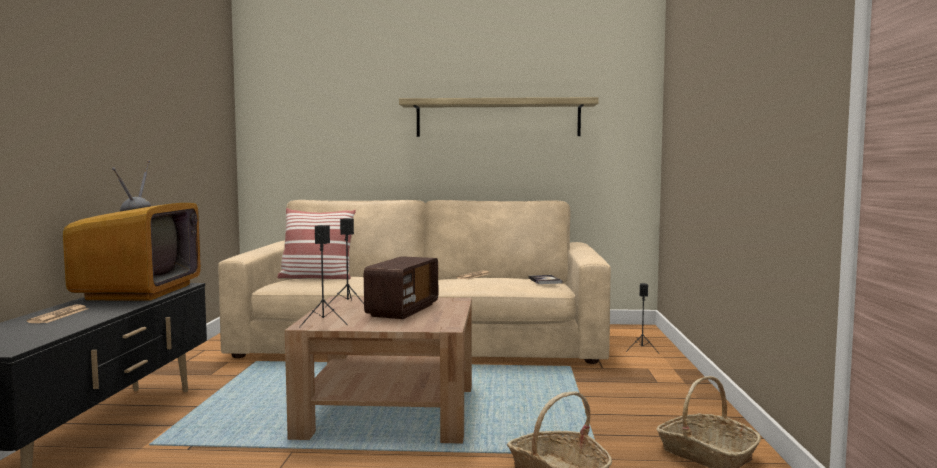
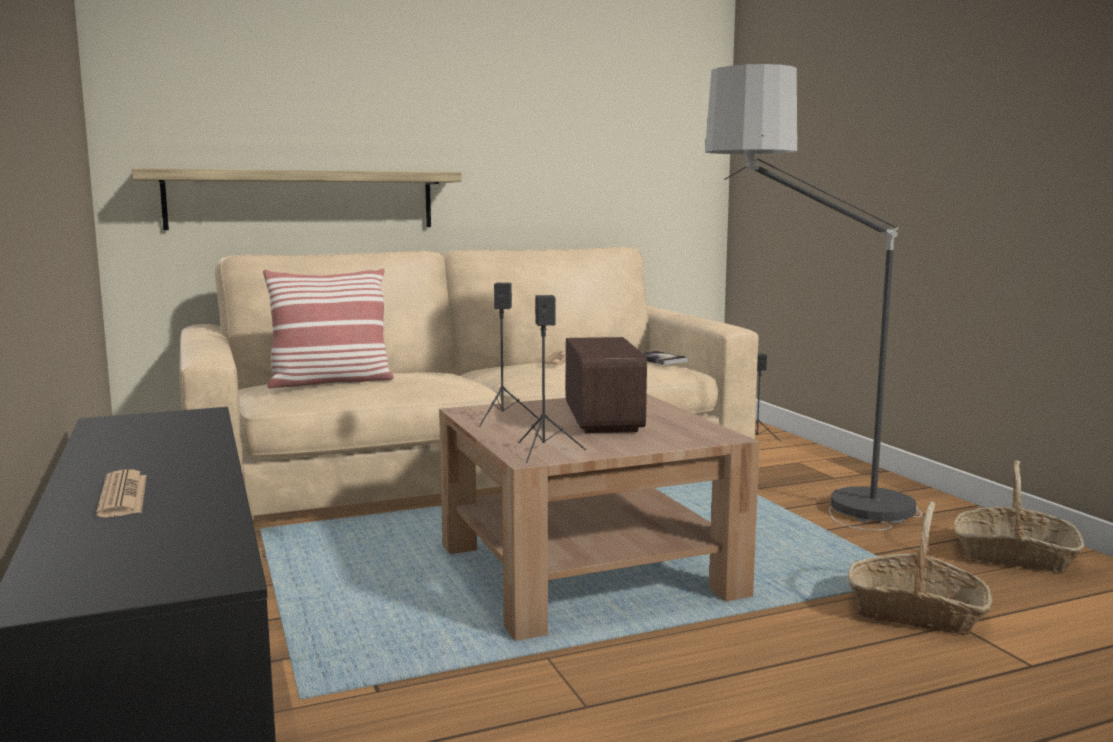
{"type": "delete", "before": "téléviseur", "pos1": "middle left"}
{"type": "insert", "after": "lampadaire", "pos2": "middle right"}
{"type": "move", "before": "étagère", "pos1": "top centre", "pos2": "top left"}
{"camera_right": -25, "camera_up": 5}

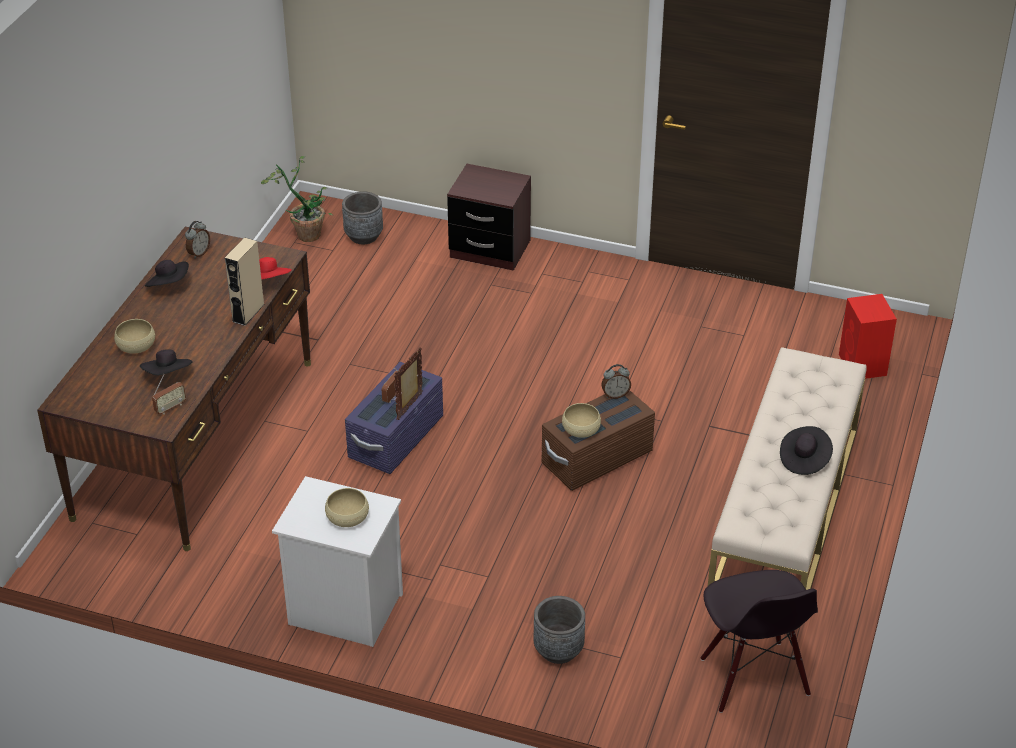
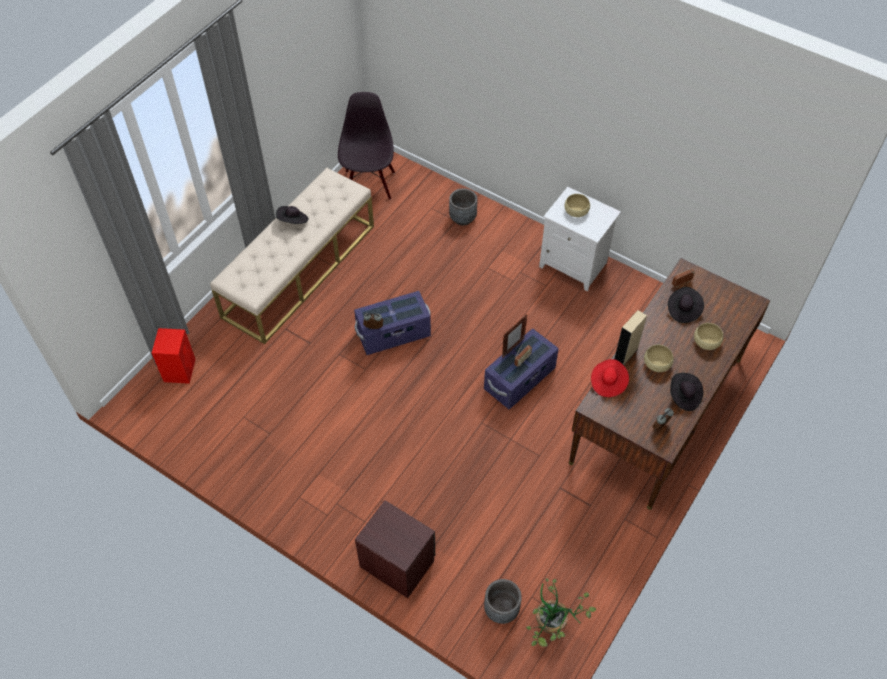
{"type": "move", "before": "bol [beige] (3rd from left in the first image)", "after": "bol [beige] (2nd from left)", "pos1": "centre", "pos2": "middle right"}
{"type": "recolor", "before": "boîte de rangement [marron]", "after": "boîte de rangement [violet] (1st from left)", "pos1": "centre", "pos2": "centre"}
{"camera_right": -165, "camera_up": 15}

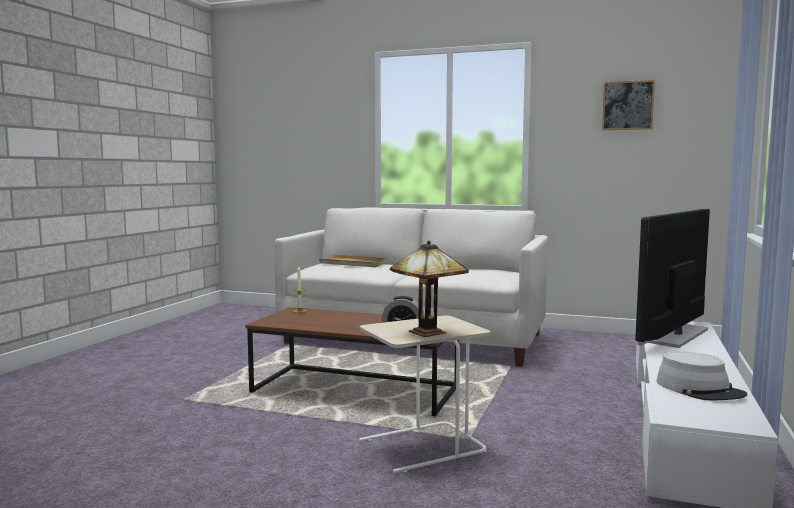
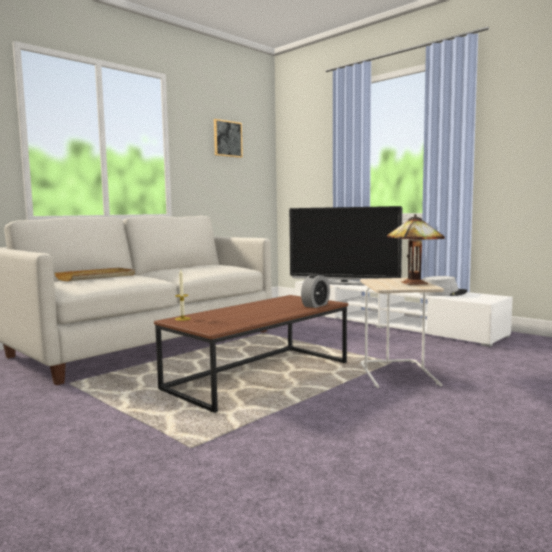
{"type": "rotate", "before": "téléviseur", "pos1": "middle right", "pos2": "centre", "turn": -45}
{"camera_right": -65, "camera_up": 0}

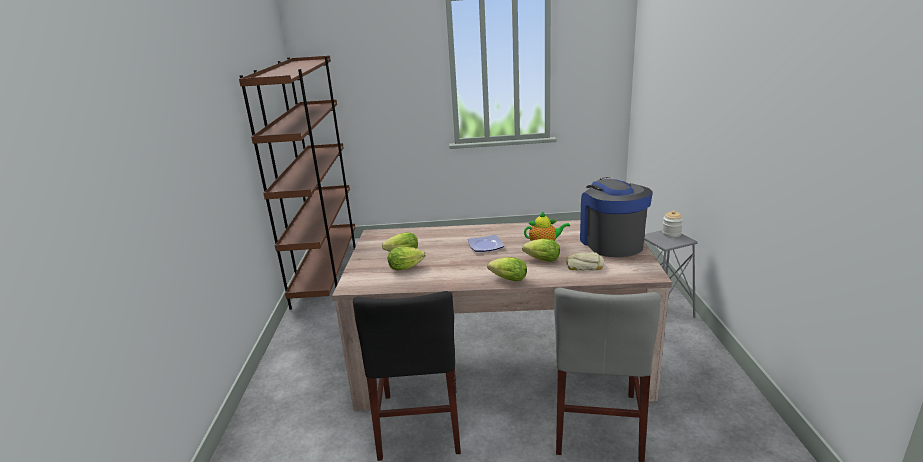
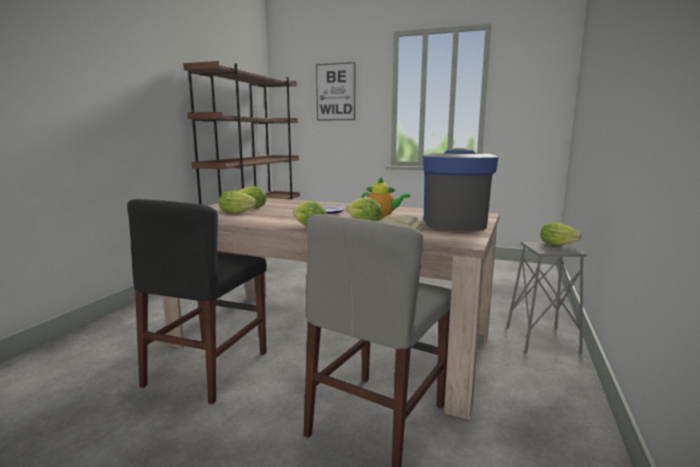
{"type": "insert", "after": "tableau", "pos2": "top centre"}
{"type": "replace", "before": "bocal", "after": "laitue (5th from left)", "pos1": "middle right", "pos2": "middle right"}
{"camera_right": 20, "camera_up": -10}

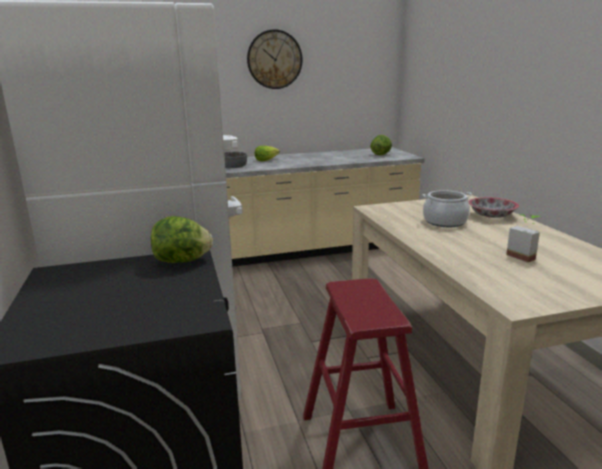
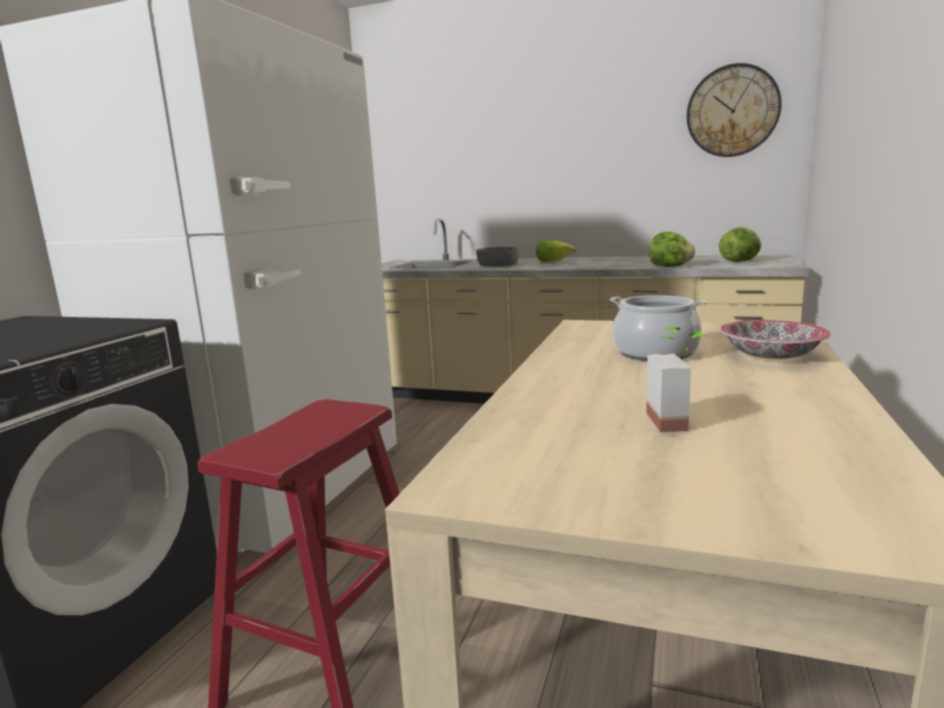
{"type": "move", "before": "laitue (1st from left in the first image)", "after": "laitue (2nd from left)", "pos1": "middle left", "pos2": "middle right"}
{"type": "move", "before": "horloge murale", "pos1": "top centre", "pos2": "top right"}
{"camera_right": 35, "camera_up": -5}

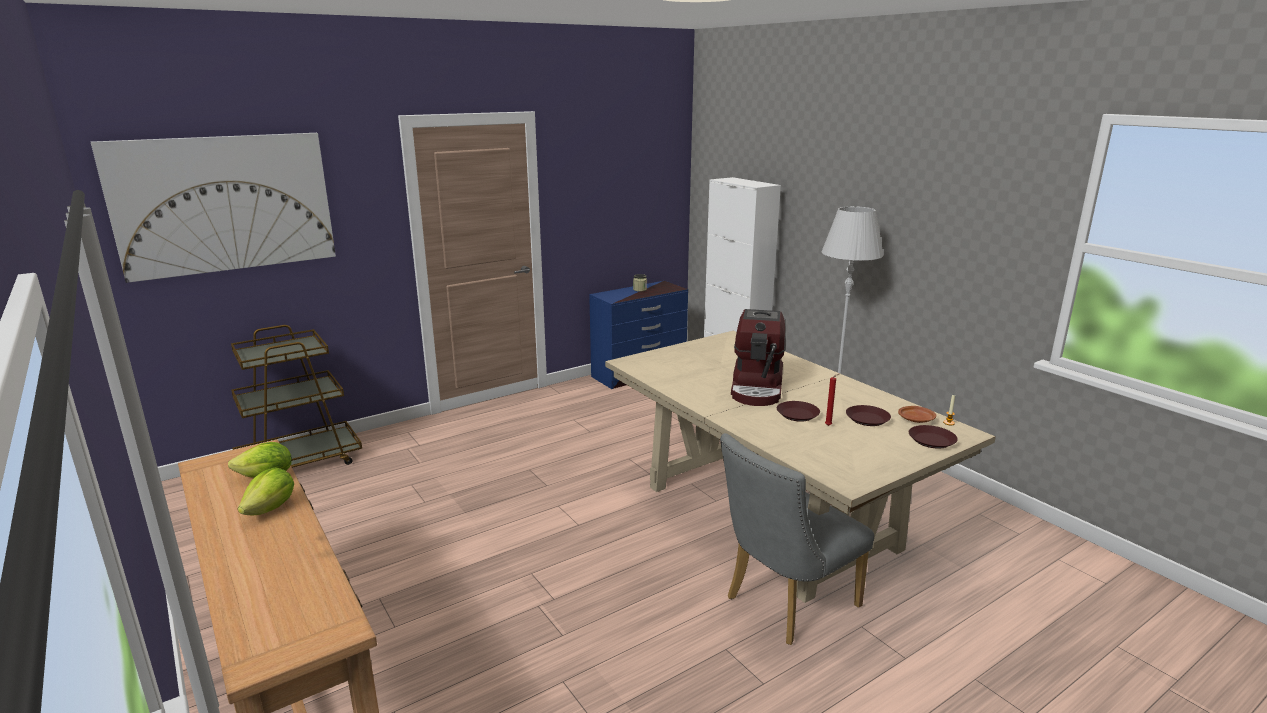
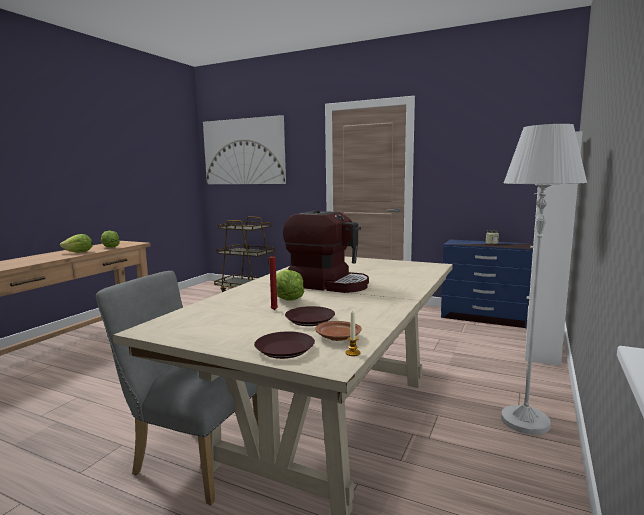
{"type": "replace", "before": "assiette [marron] (1st from left)", "after": "laitue (3rd from left)", "pos1": "centre", "pos2": "centre"}
{"type": "rotate", "before": "machine à café", "pos1": "centre", "pos2": "centre", "turn": -135}
{"camera_right": 60, "camera_up": -10}

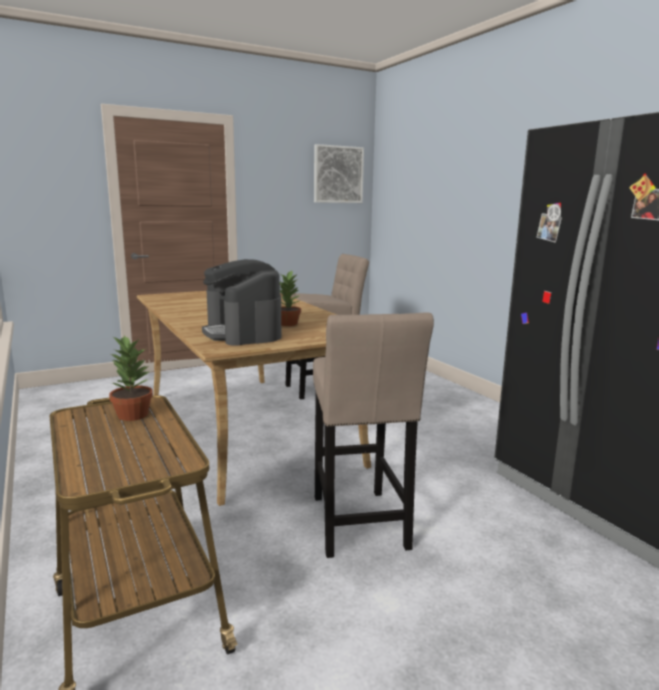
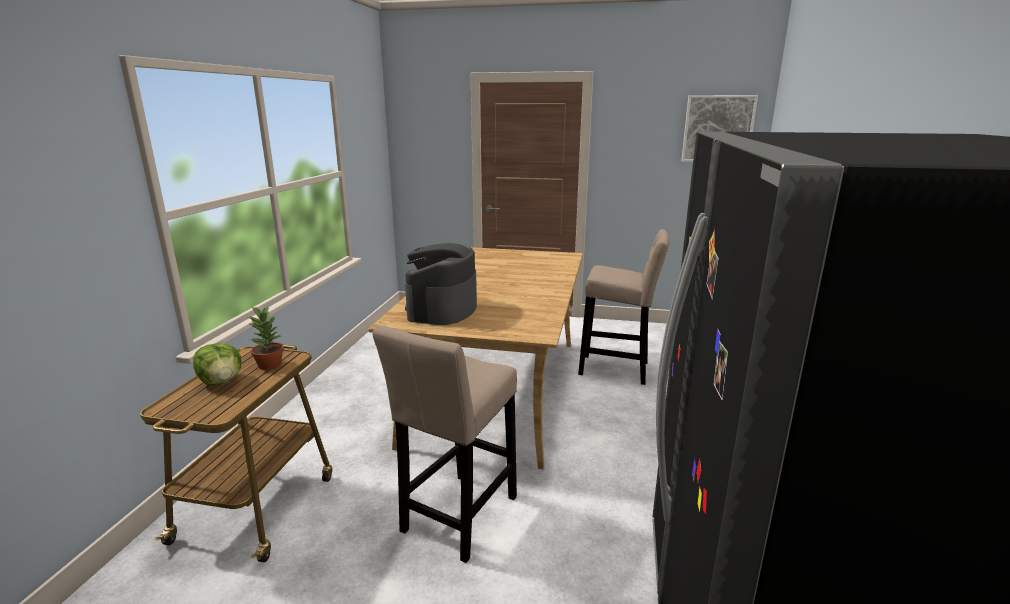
{"type": "delete", "before": "plante en pot (2nd from left)", "pos1": "centre"}
{"type": "insert", "after": "laitue", "pos2": "middle left"}
{"camera_right": 40, "camera_up": 5}

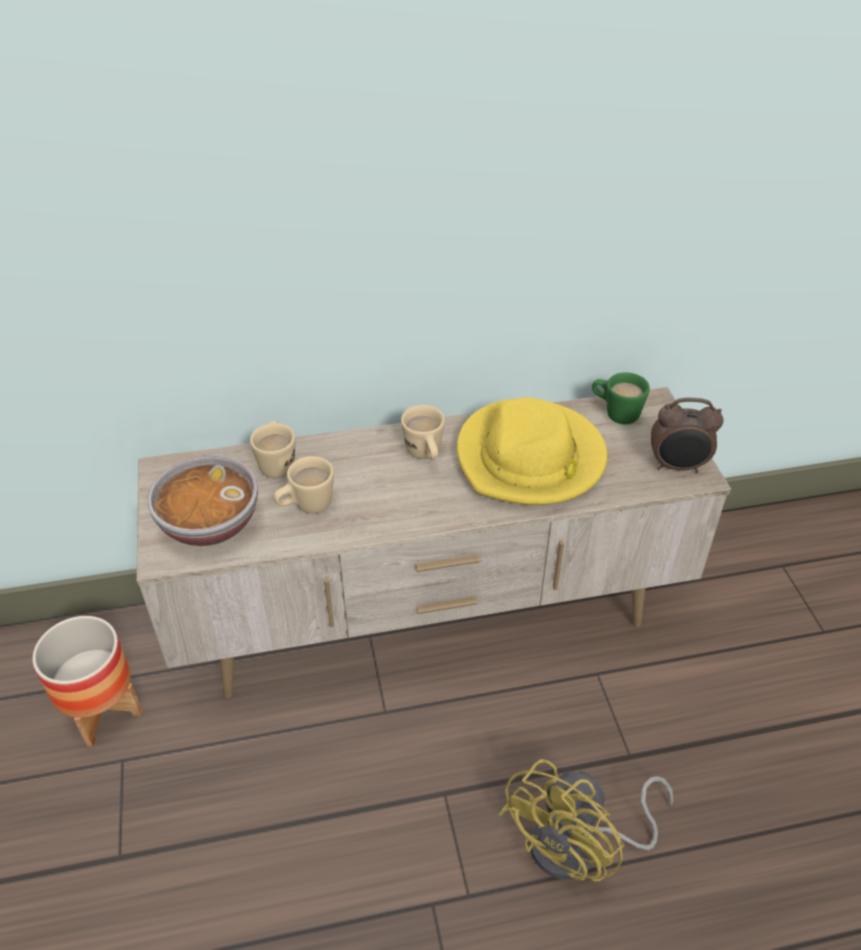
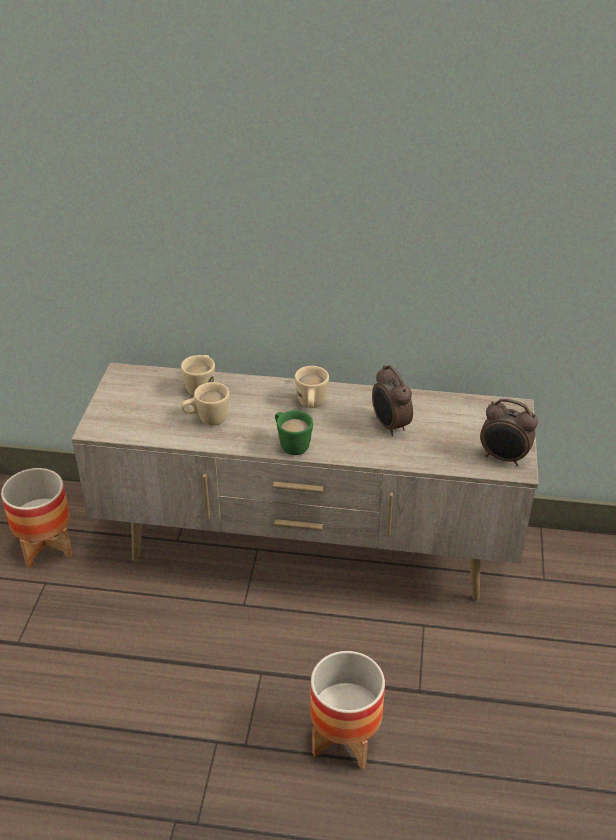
{"type": "delete", "before": "bol", "pos1": "middle left"}
{"type": "move", "before": "mug [vert]", "pos1": "middle right", "pos2": "centre"}
{"type": "replace", "before": "chapeau [jaune]", "after": "réveil (1st from left)", "pos1": "centre", "pos2": "centre"}
{"type": "replace", "before": "ventilateur [jaune]", "after": "cache-pot (2nd from left)", "pos1": "bottom right", "pos2": "bottom centre"}
{"camera_right": 20, "camera_up": -5}

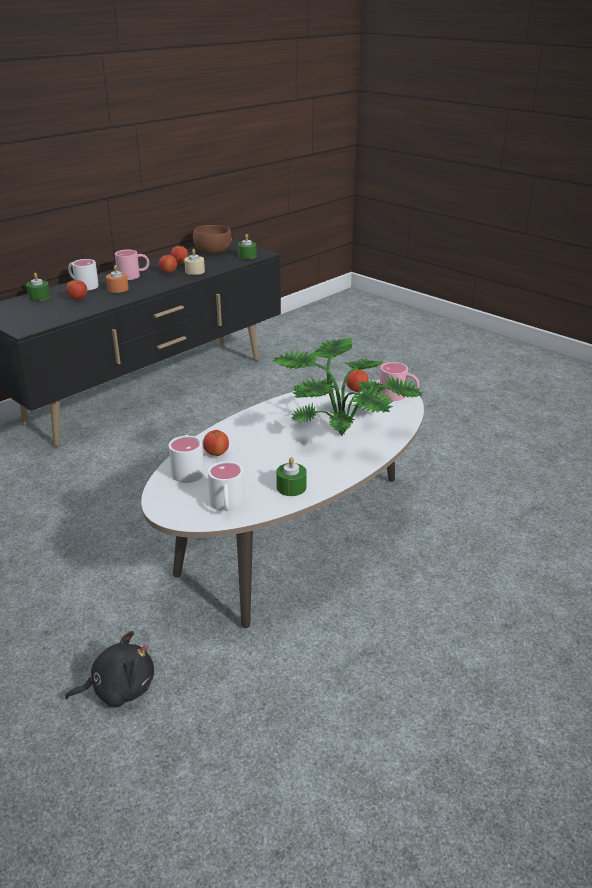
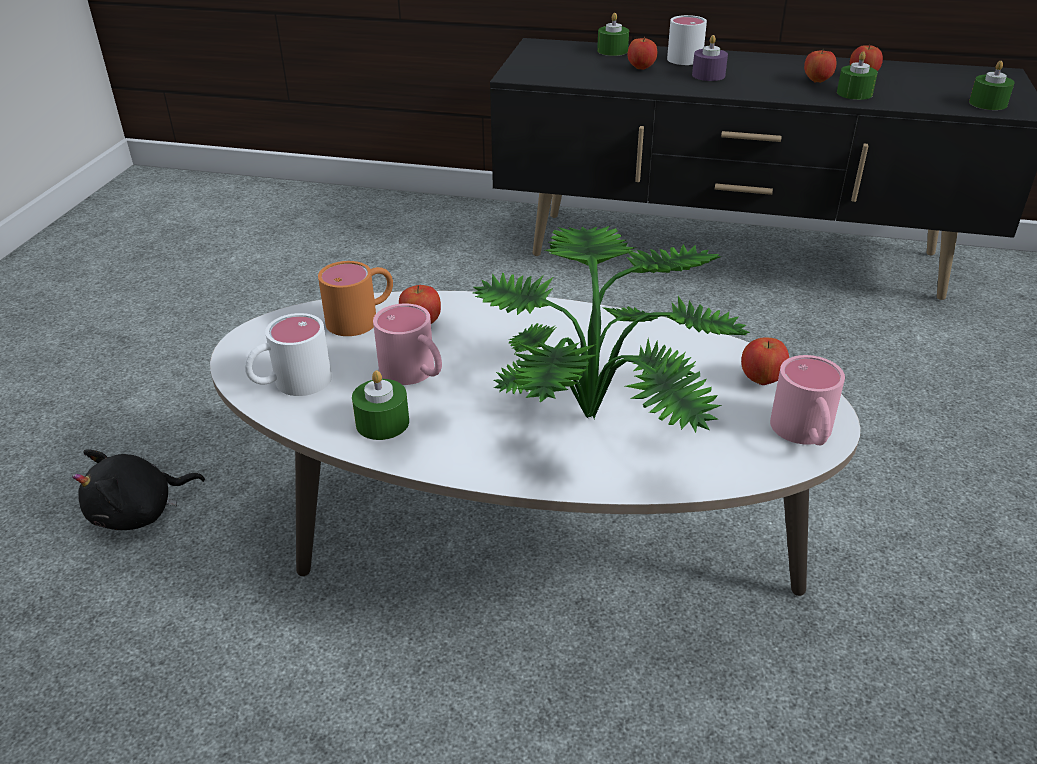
{"type": "delete", "before": "bol [marron]", "pos1": "top centre"}
{"type": "move", "before": "mug [rose] (1st from left)", "pos1": "top left", "pos2": "centre"}
{"type": "recolor", "before": "bougie [orange]", "after": "bougie [violet]", "pos1": "top left", "pos2": "top right"}
{"type": "recolor", "before": "mug [blanc] (2nd from left)", "after": "mug [orange]", "pos1": "middle left", "pos2": "centre"}
{"type": "recolor", "before": "bougie [beige]", "after": "bougie [vert] (3rd from left)", "pos1": "top left", "pos2": "top right"}
{"type": "rotate", "before": "peluche [noir]", "pos1": "bottom left", "pos2": "middle left", "turn": 105}
{"camera_right": 60, "camera_up": 5}

